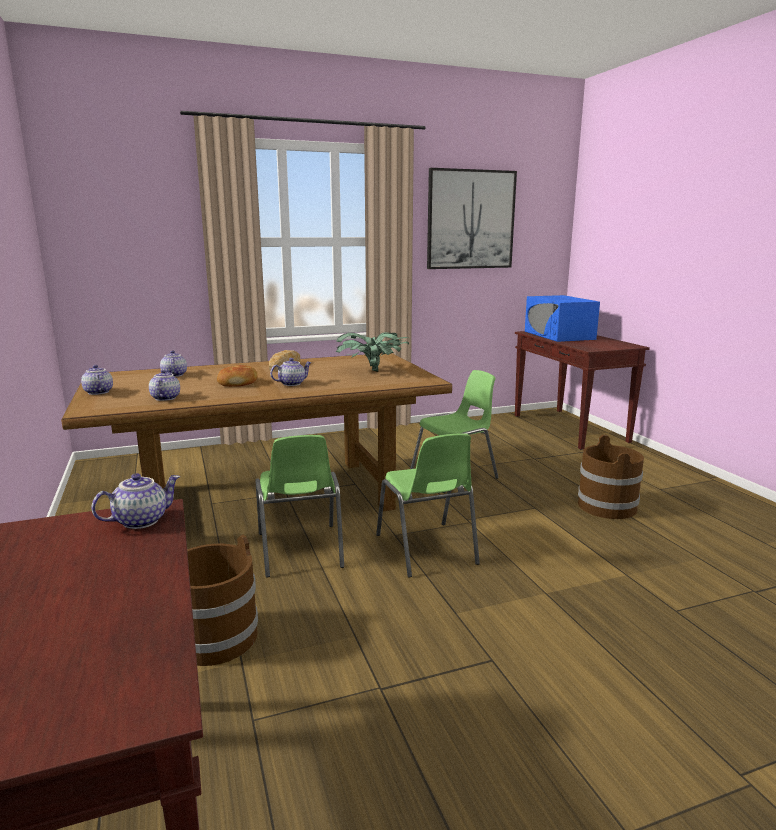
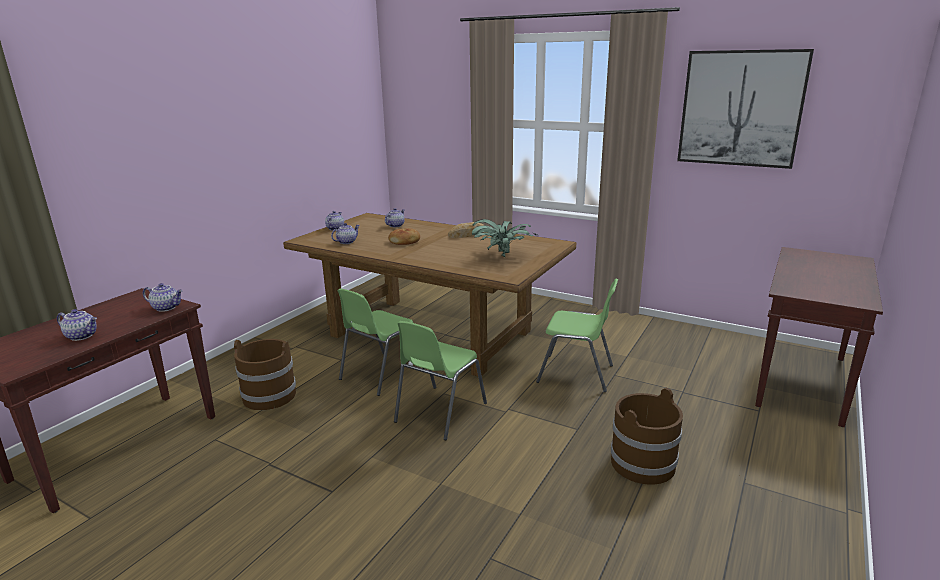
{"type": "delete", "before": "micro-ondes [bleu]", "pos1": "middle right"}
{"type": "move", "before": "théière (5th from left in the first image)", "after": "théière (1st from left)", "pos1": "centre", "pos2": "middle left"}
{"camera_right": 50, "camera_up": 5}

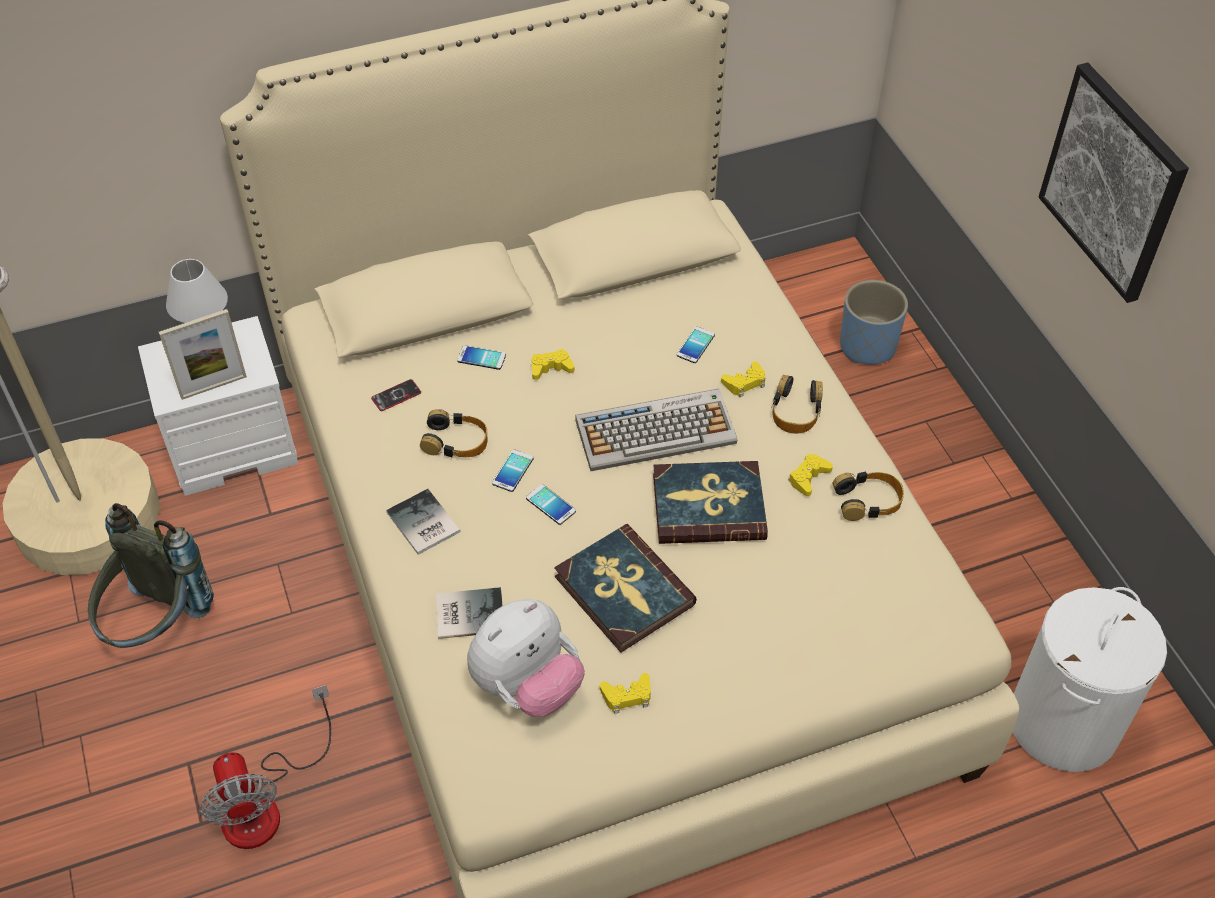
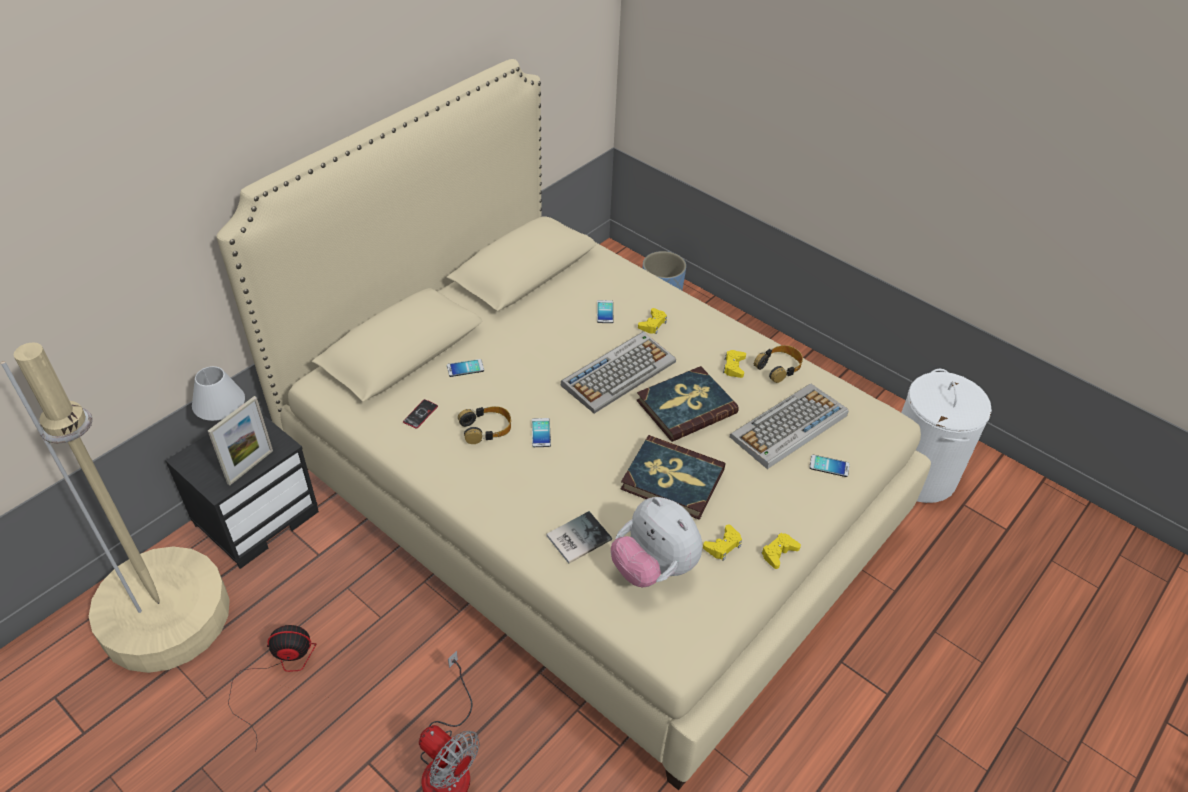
{"type": "delete", "before": "livre (1st from left)", "pos1": "centre"}
{"type": "delete", "before": "casque audio (2nd from left)", "pos1": "centre"}
{"type": "delete", "before": "tableau", "pos1": "top right"}
{"type": "insert", "after": "clavier (2nd from left)", "pos2": "centre"}
{"type": "move", "before": "téléphone (4th from left in the first image)", "after": "téléphone (5th from left)", "pos1": "centre", "pos2": "middle right"}
{"type": "move", "before": "manette [jaune] (1st from left in the first image)", "after": "manette [jaune] (4th from left)", "pos1": "centre", "pos2": "bottom centre"}
{"type": "replace", "before": "sac à dos [gris]", "after": "ventilateur (1st from left)", "pos1": "middle left", "pos2": "bottom left"}
{"type": "recolor", "before": "table de chevet [blanc]", "after": "table de chevet [noir]", "pos1": "middle left", "pos2": "middle left"}
{"type": "rotate", "before": "peluche", "pos1": "bottom centre", "pos2": "bottom centre", "turn": 120}
{"camera_right": -30, "camera_up": -5}

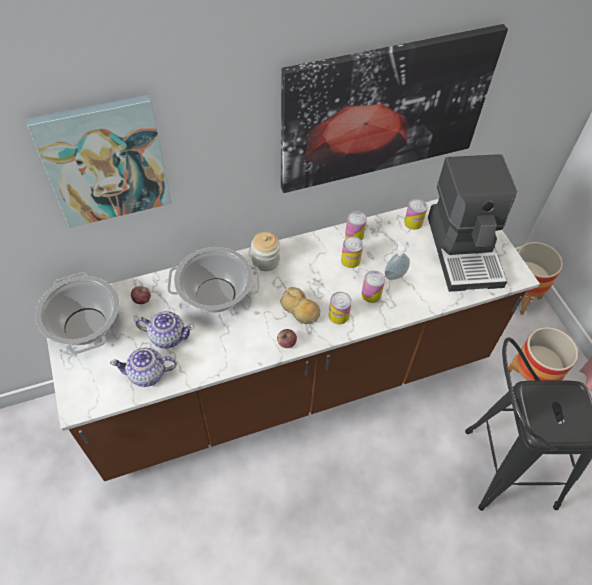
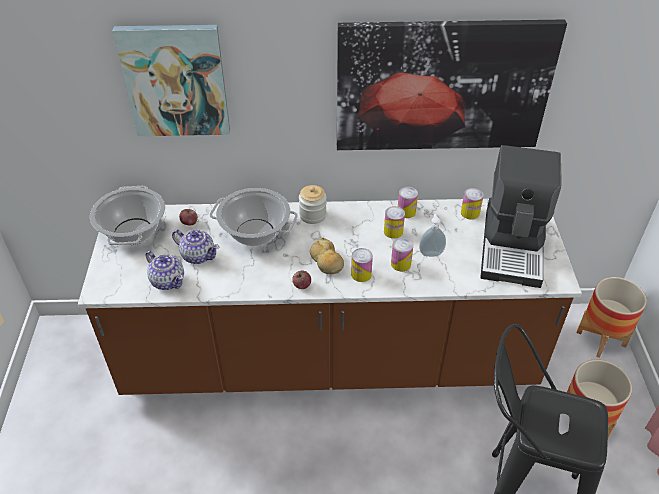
{"type": "rotate", "before": "théière (1st from left)", "pos1": "middle left", "pos2": "middle left", "turn": -150}
{"camera_right": 20, "camera_up": -10}

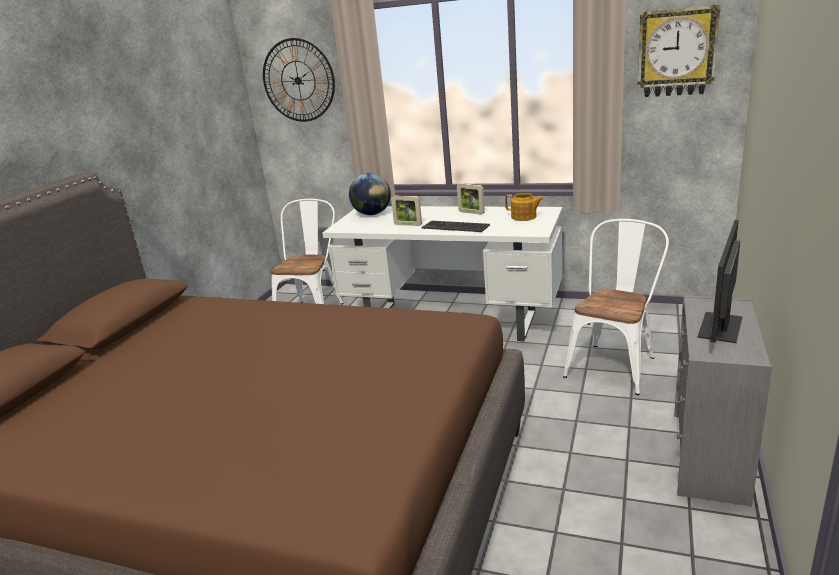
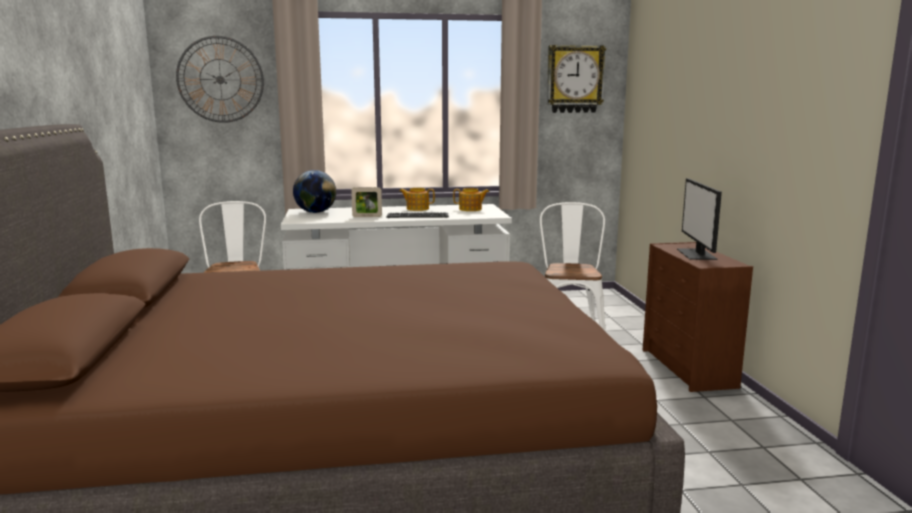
{"type": "replace", "before": "cadre photo (2nd from left)", "after": "théière (1st from left)", "pos1": "centre", "pos2": "centre"}
{"type": "recolor", "before": "commode [gris]", "after": "commode [marron]", "pos1": "bottom right", "pos2": "middle right"}
{"camera_right": -30, "camera_up": -10}

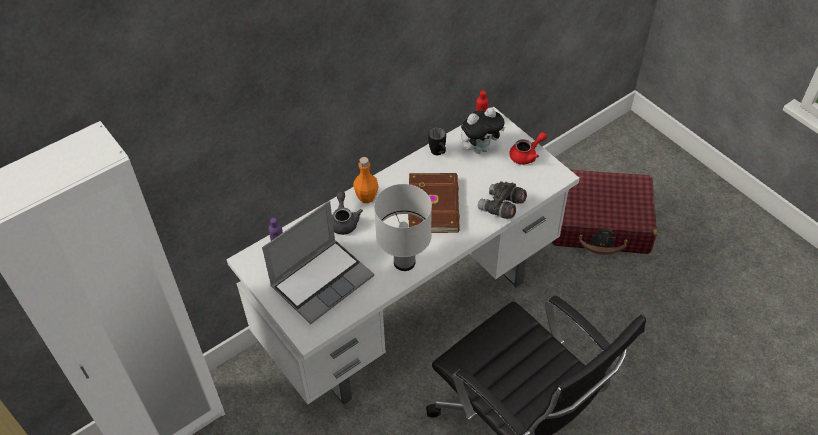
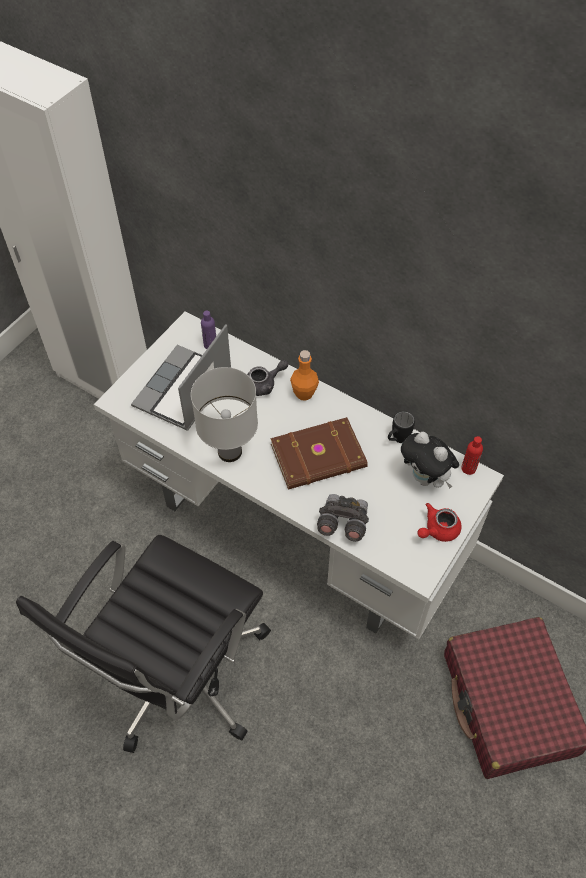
{"type": "rotate", "before": "ordinateur portable", "pos1": "centre", "pos2": "middle left", "turn": 90}
{"type": "rotate", "before": "théière [rouge]", "pos1": "centre", "pos2": "middle right", "turn": 105}
{"camera_right": 70, "camera_up": 5}

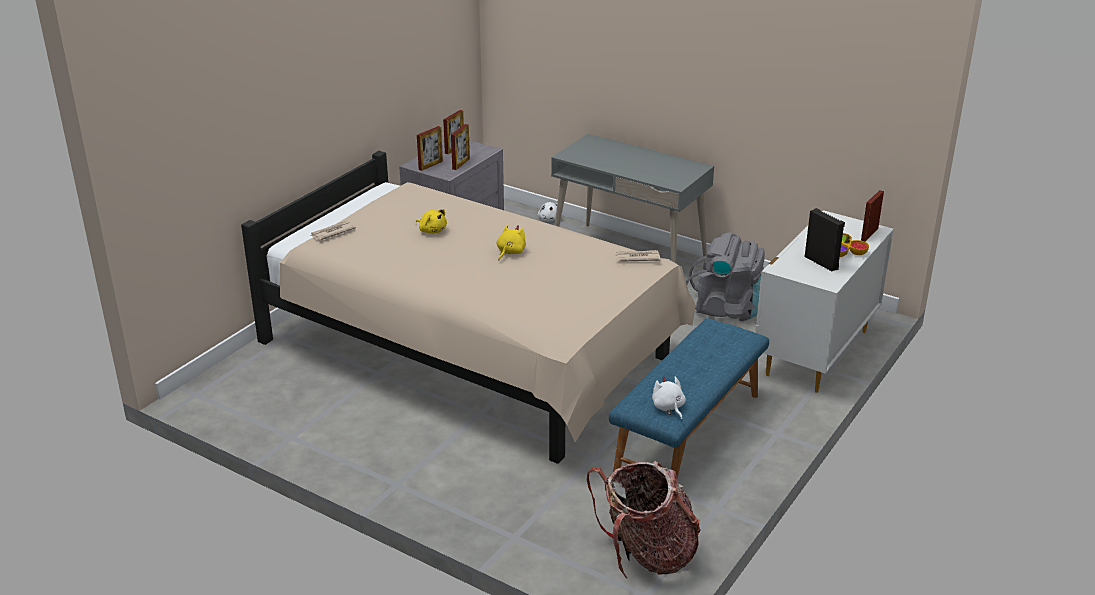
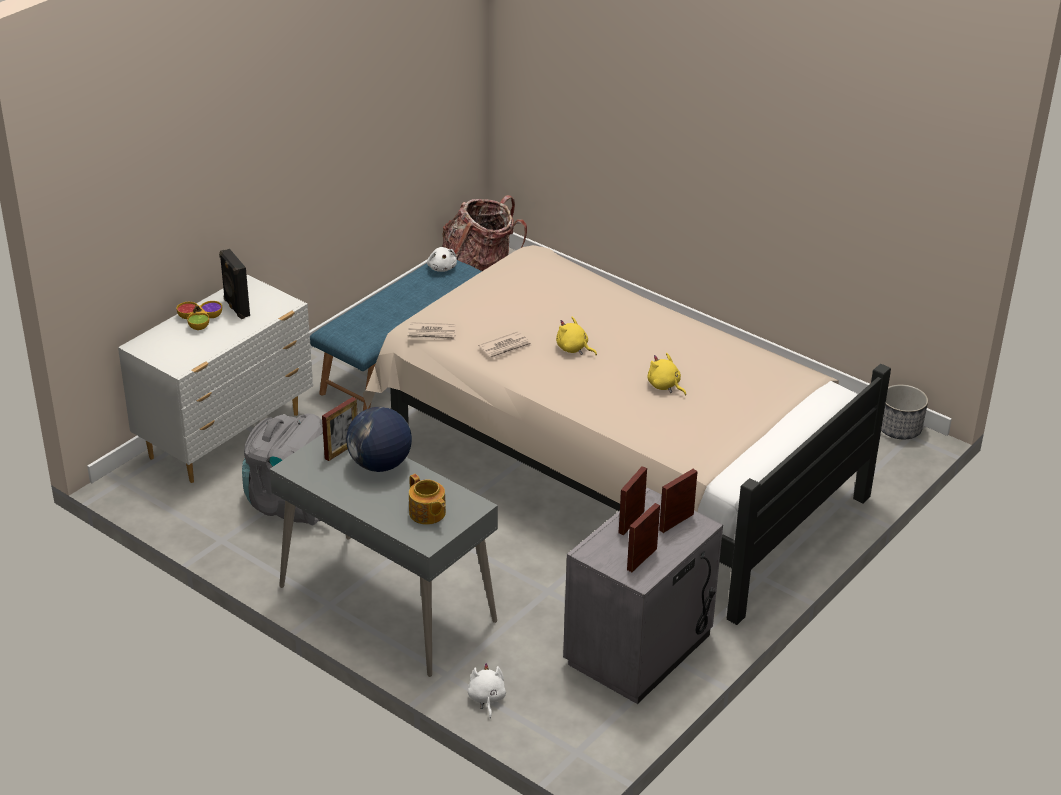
{"type": "insert", "after": "globe", "pos2": "centre"}
{"type": "insert", "after": "théière", "pos2": "centre"}
{"type": "insert", "after": "cache-pot", "pos2": "middle right"}
{"type": "move", "before": "journal (1st from left in the first image)", "after": "journal (2nd from left)", "pos1": "middle left", "pos2": "centre"}
{"type": "move", "before": "cadre photo (4th from left in the first image)", "after": "cadre photo (1st from left)", "pos1": "middle right", "pos2": "middle left"}
{"type": "rotate", "before": "peluche [jaune] (2nd from left in the first image)", "pos1": "centre", "pos2": "centre", "turn": 90}
{"camera_right": -175, "camera_up": 5}

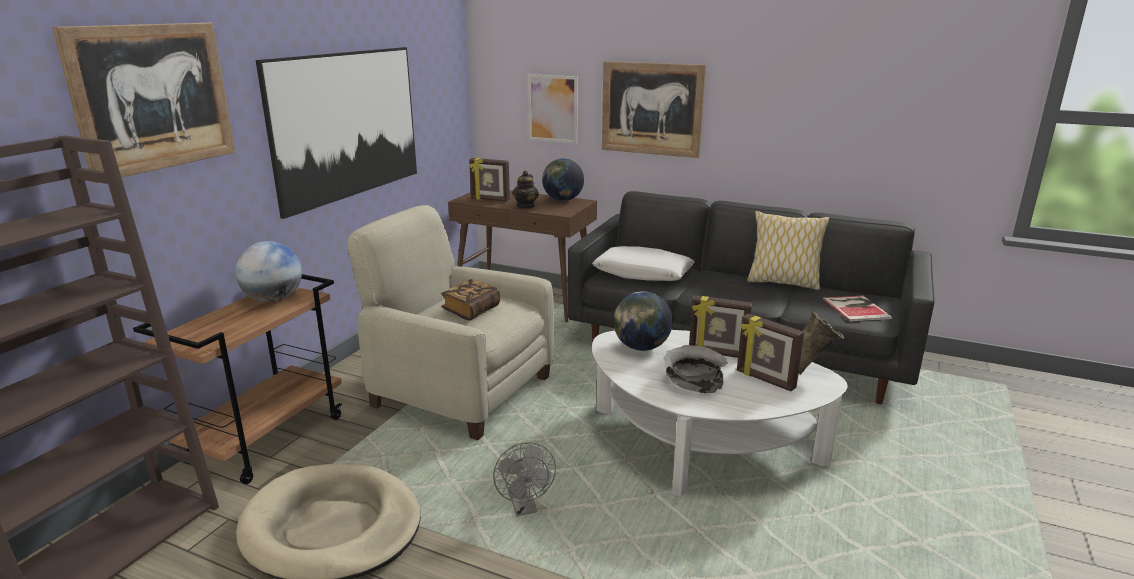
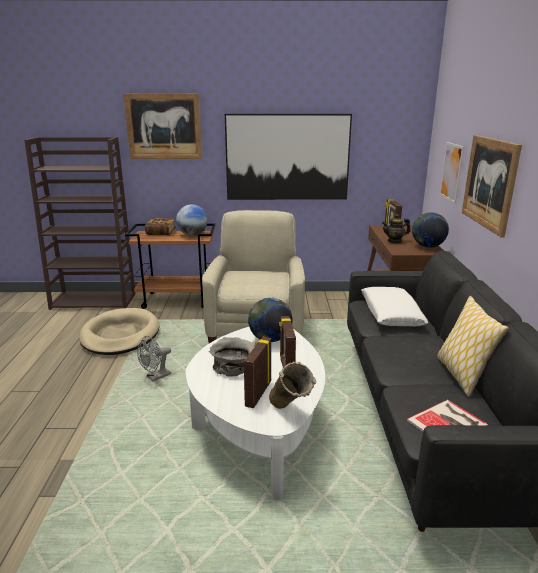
{"type": "move", "before": "livre (1st from left)", "pos1": "centre", "pos2": "middle left"}
{"camera_right": 65, "camera_up": 0}

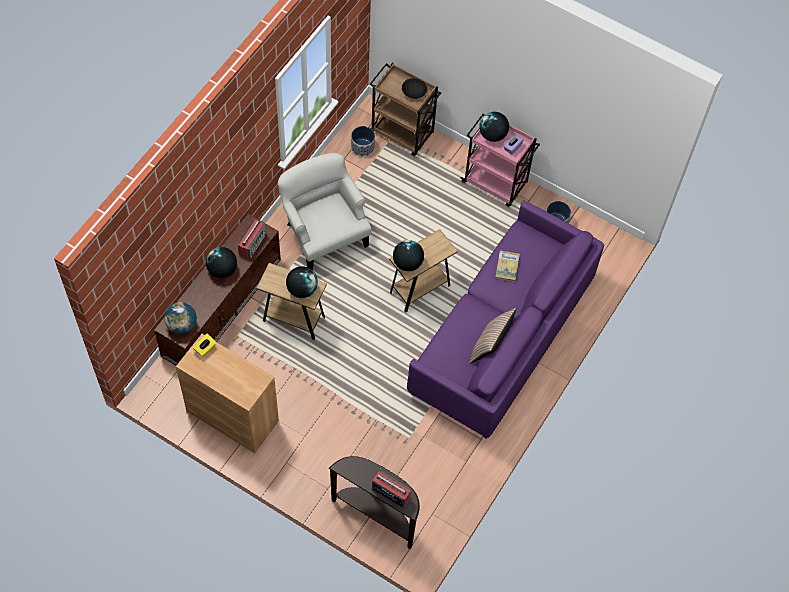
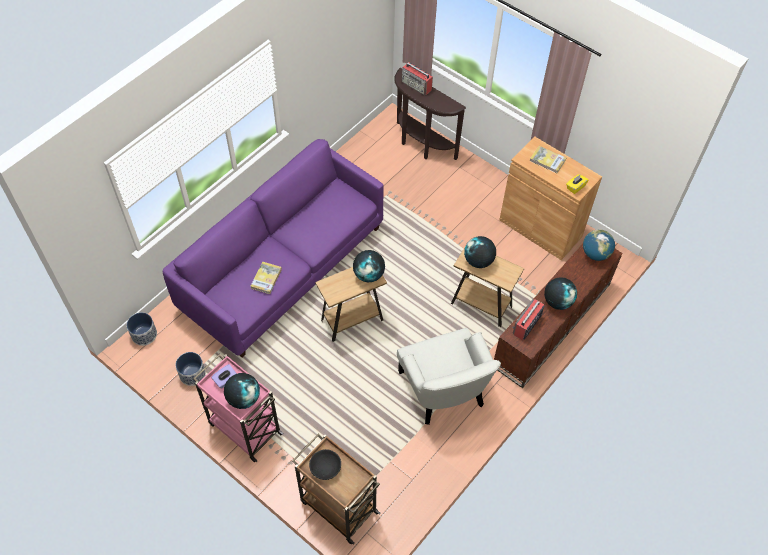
{"type": "delete", "before": "coussin", "pos1": "centre"}
{"type": "insert", "after": "livre (2nd from left)", "pos2": "top right"}
{"type": "move", "before": "cache-pot (1st from left)", "pos1": "top centre", "pos2": "middle left"}
{"camera_right": -170, "camera_up": -5}

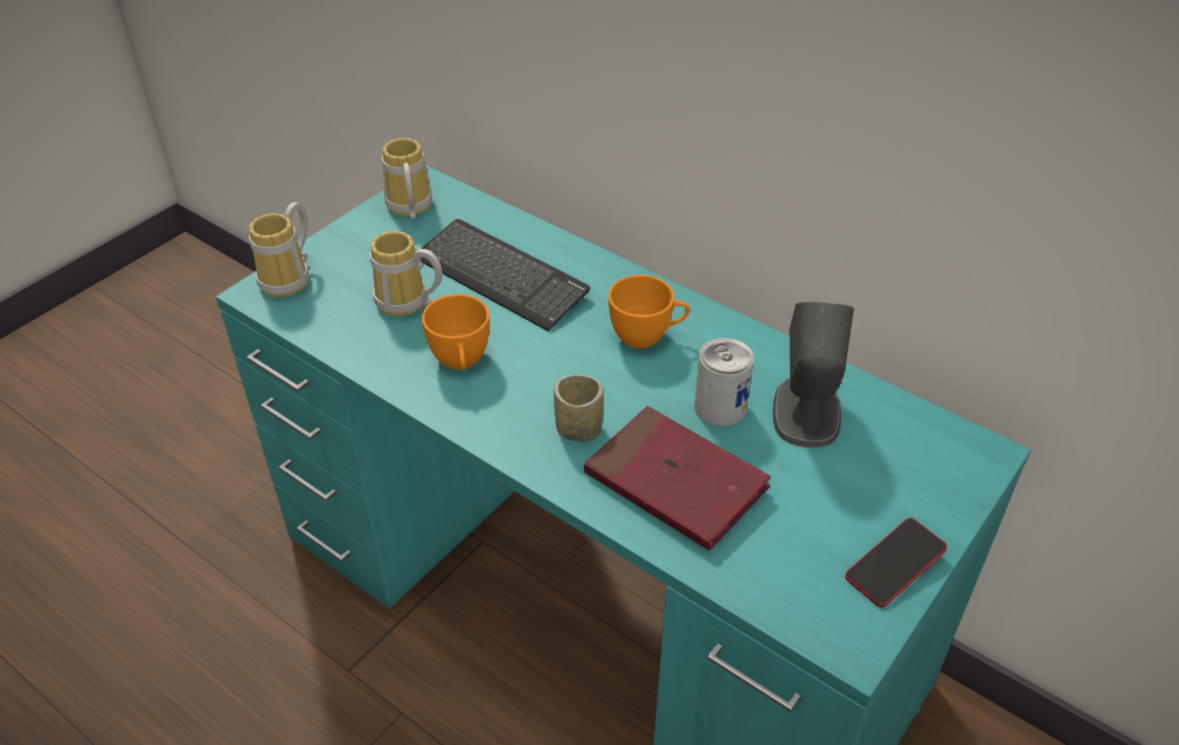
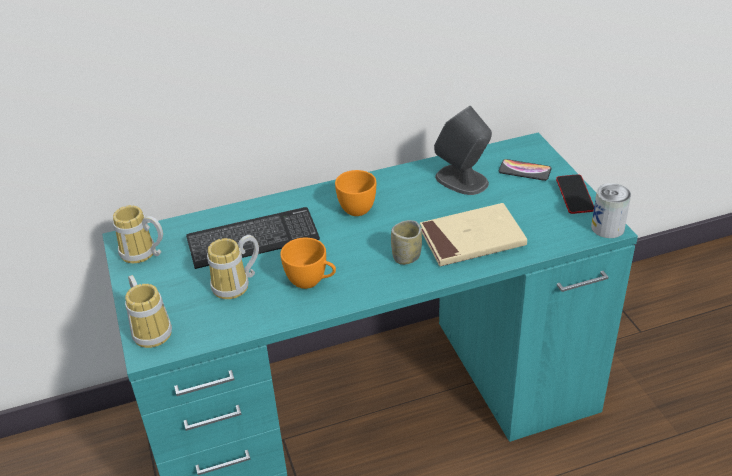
{"type": "insert", "after": "téléphone (1st from left)", "pos2": "middle right"}
{"type": "move", "before": "boîte métallique", "pos1": "centre", "pos2": "middle right"}
{"type": "recolor", "before": "livre [rouge]", "after": "livre [beige]", "pos1": "centre", "pos2": "centre"}
{"camera_right": -55, "camera_up": -5}

